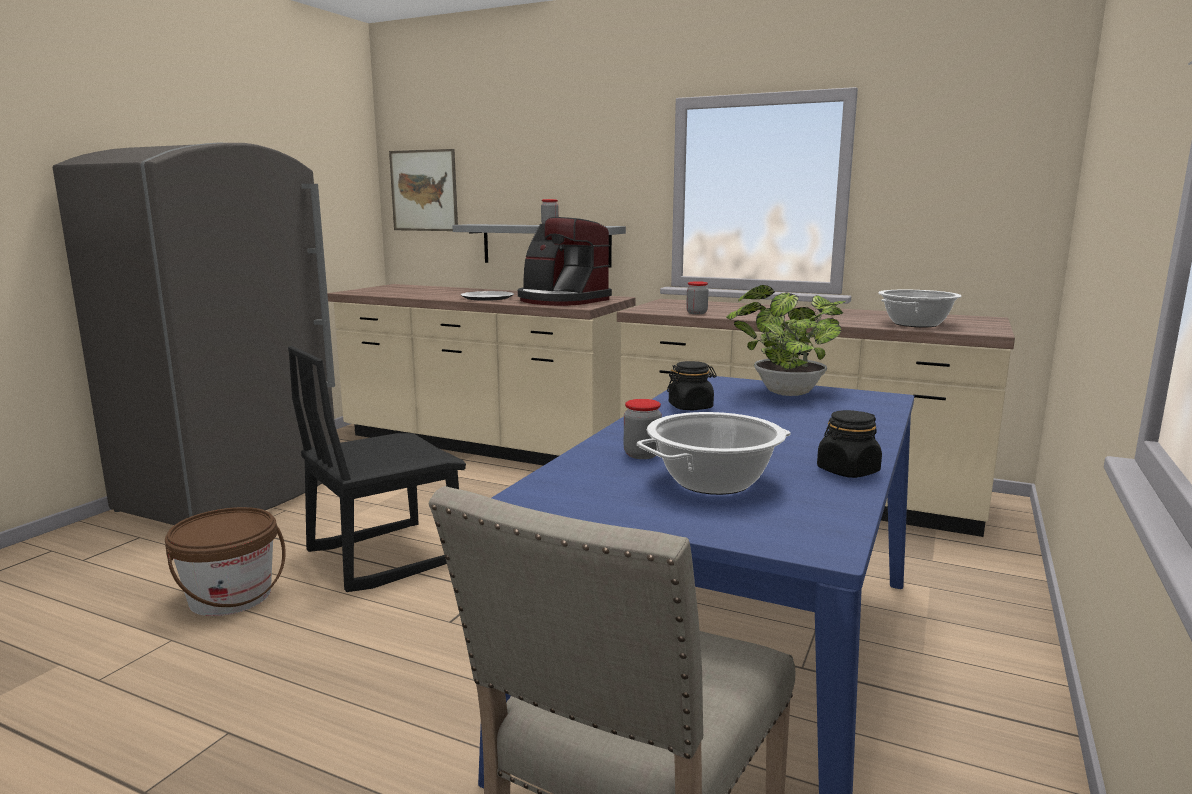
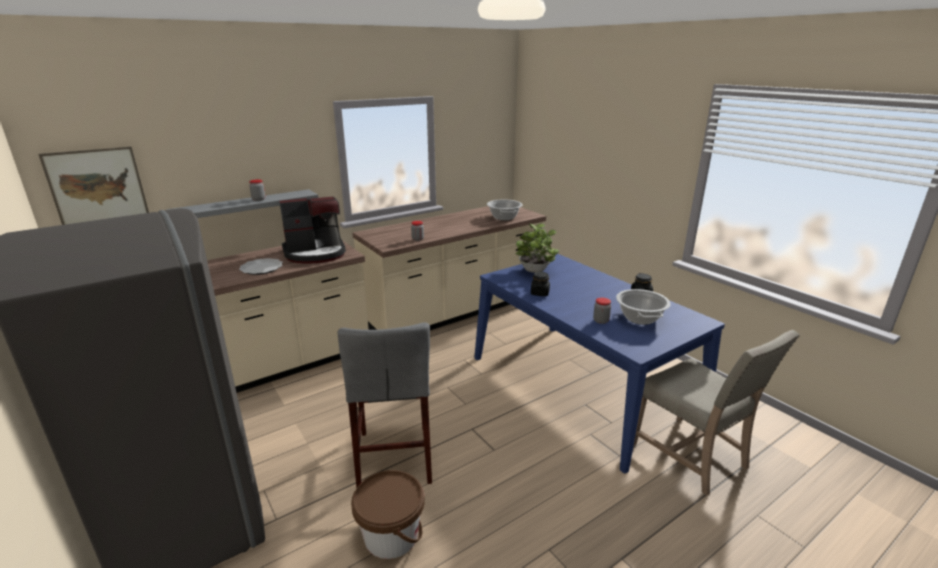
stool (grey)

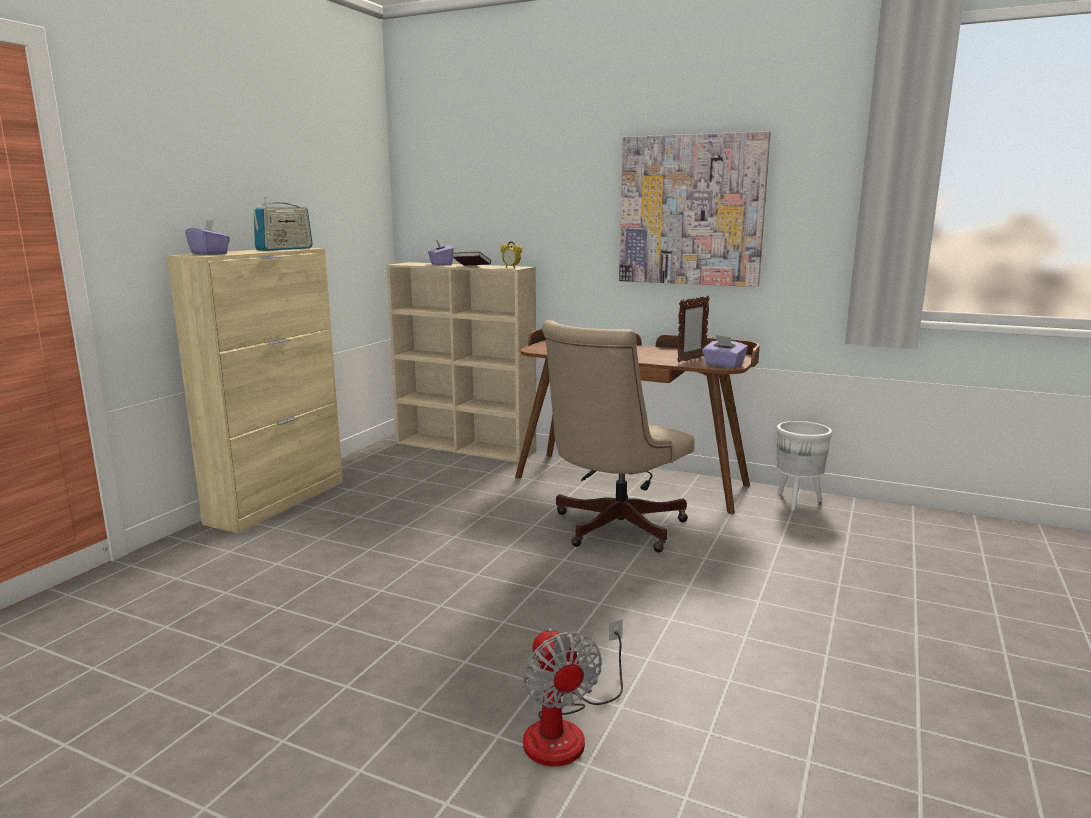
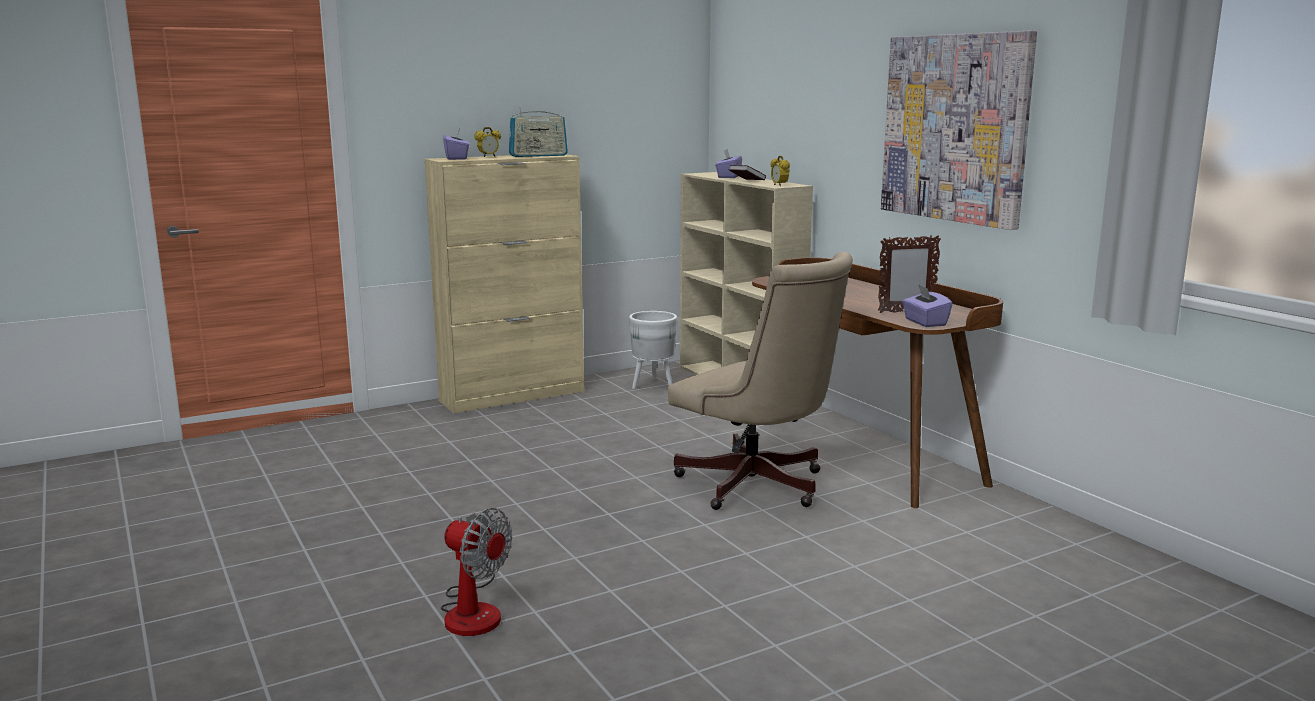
fan
alarm clock (no. 1 from left)
planter (white)
office chair (beige)

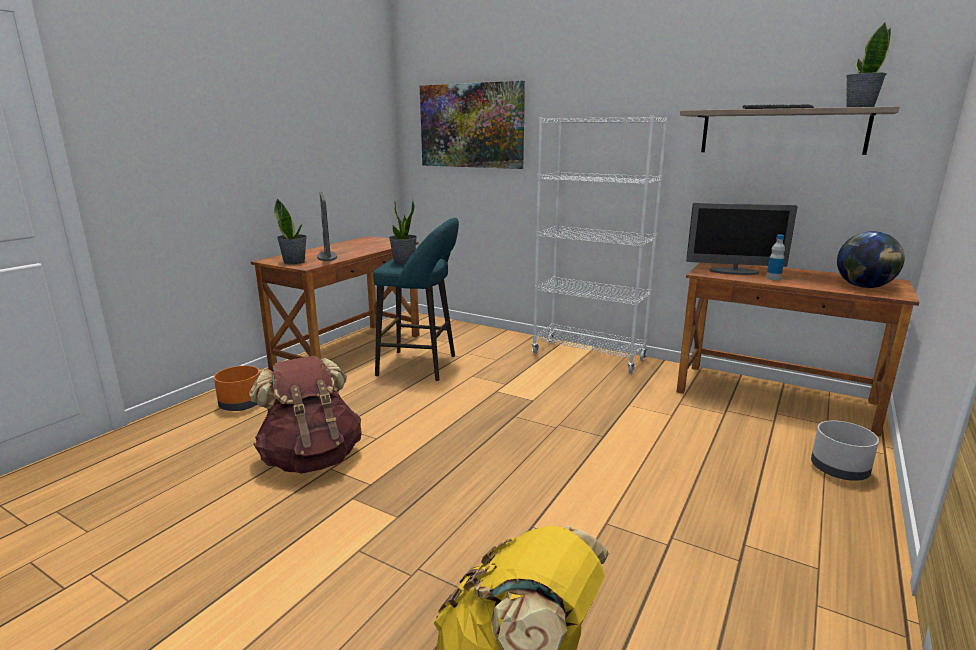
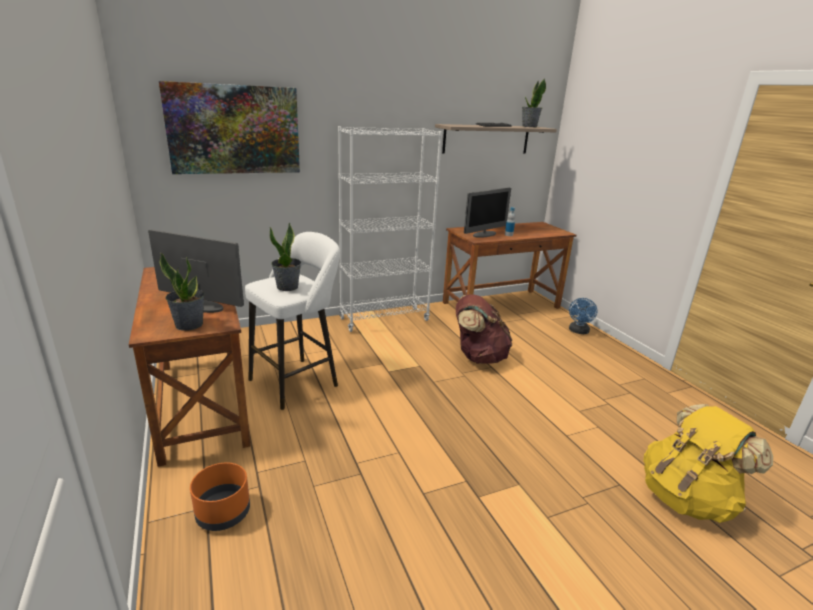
stool (white)
backpack (brown)
fan (blue)
globe

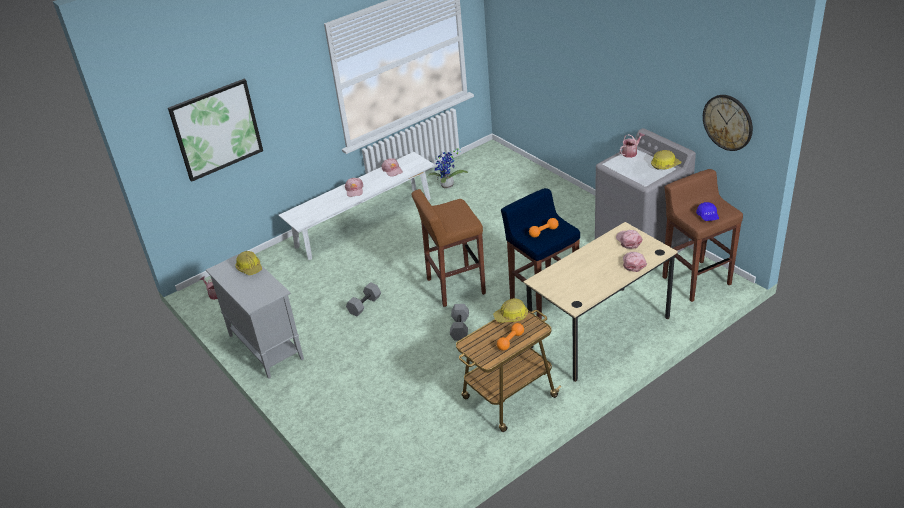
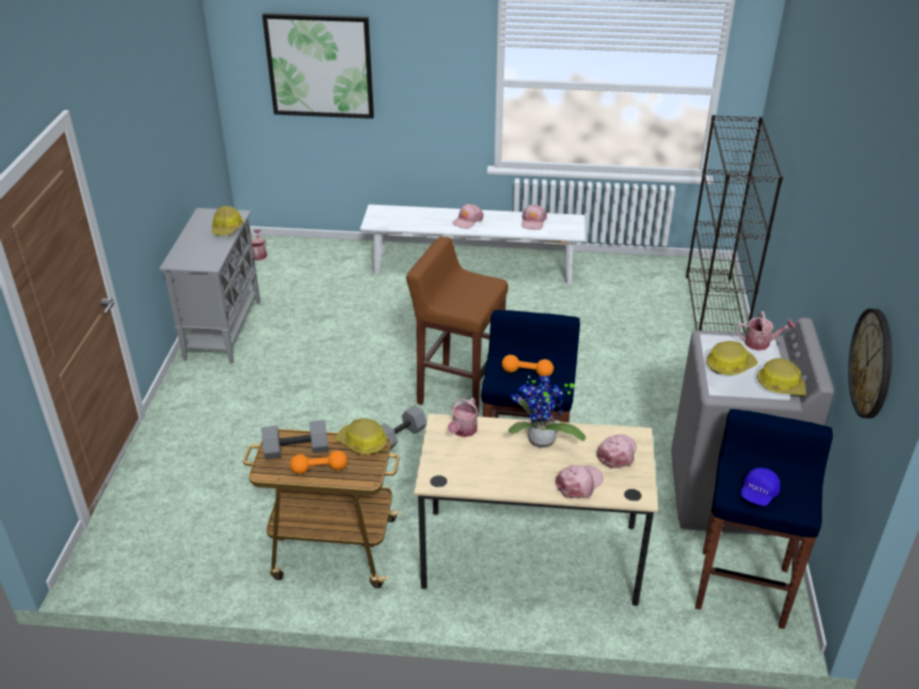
dumbbell (grey) (no. 1 from left)
watering can (no. 2 from left)
potted plant
bookcase (black)
stool (blue) (no. 2 from left)
hard hat (no. 3 from left)

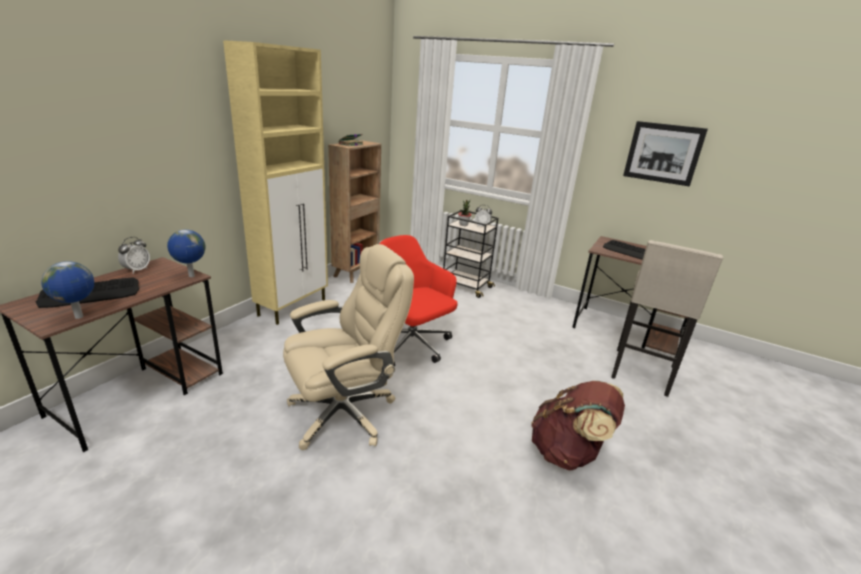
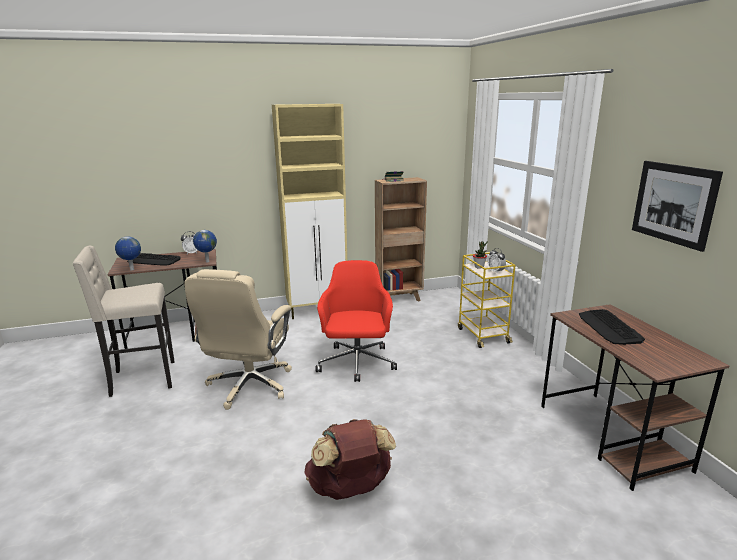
stool (beige)
office chair (beige)
cart (yellow)

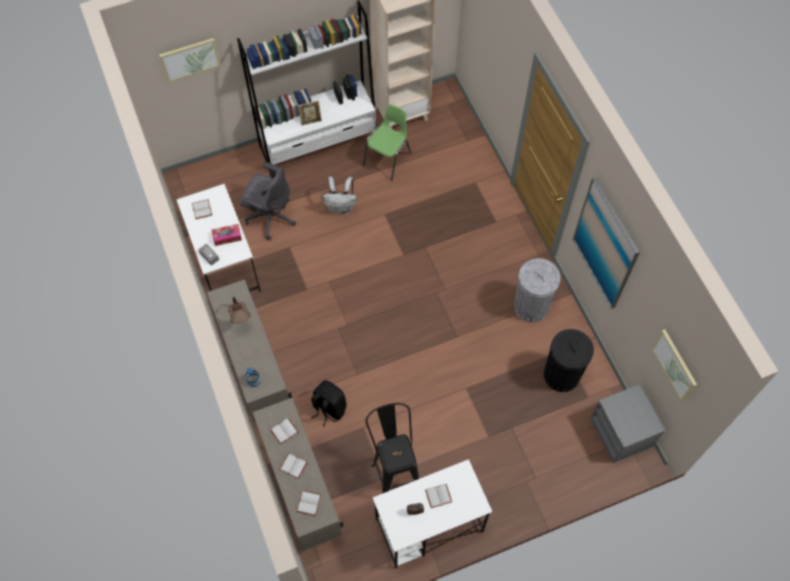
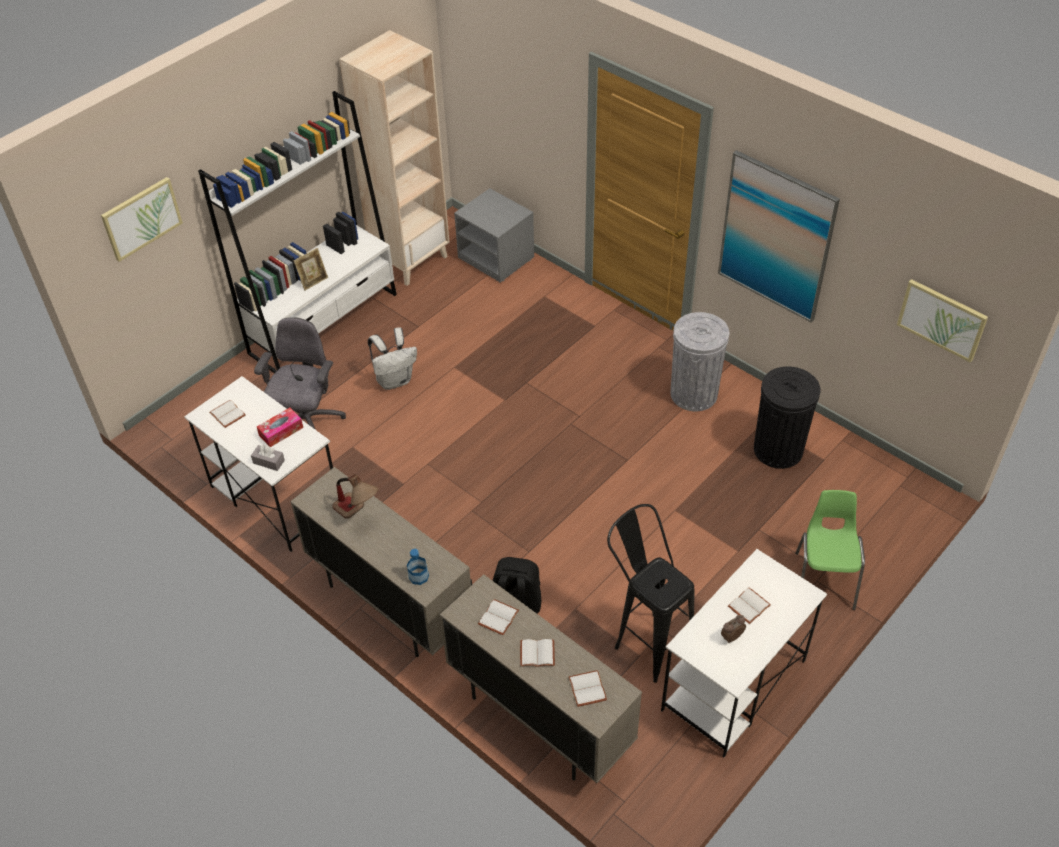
office chair (grey)
nightstand (grey)
chair (green)

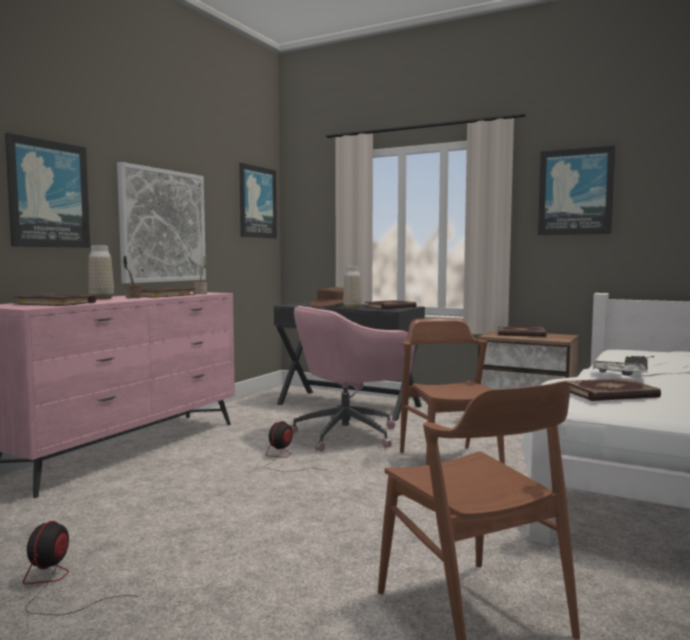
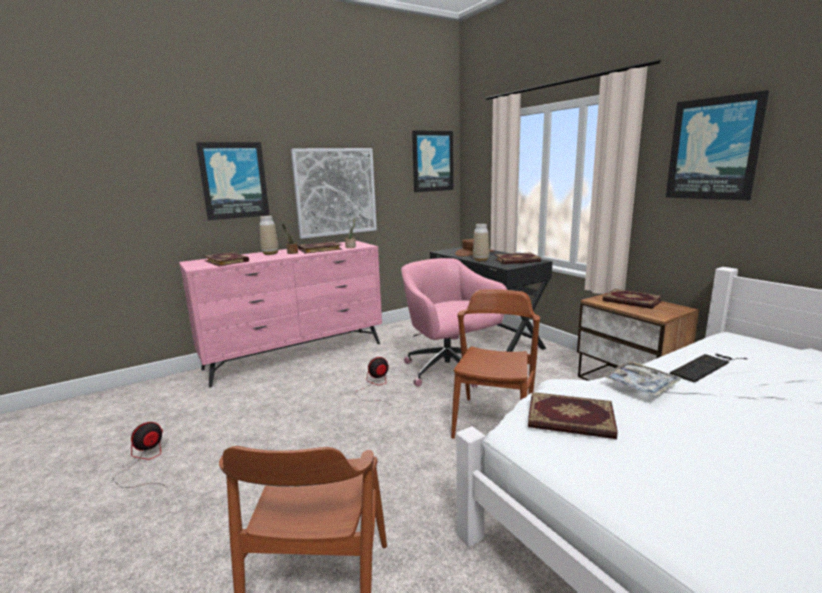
office chair (pink)

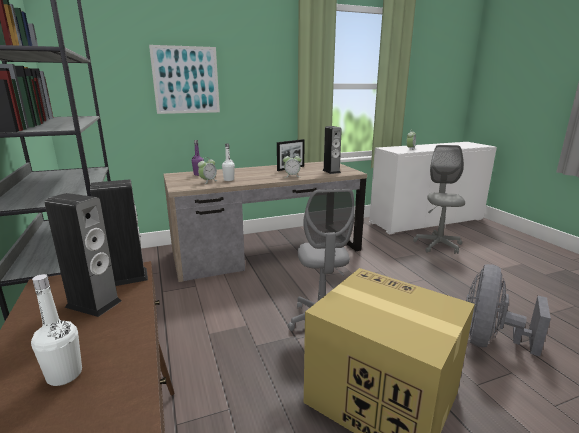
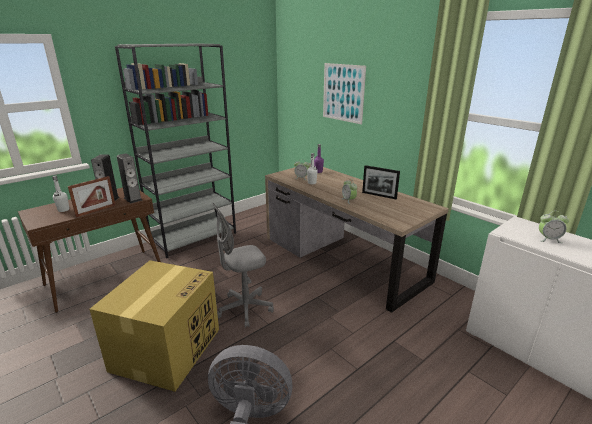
picture frame (no. 1 from left)
speaker (no. 3 from left in the first image)
office chair (grey) (no. 2 from left in the first image)

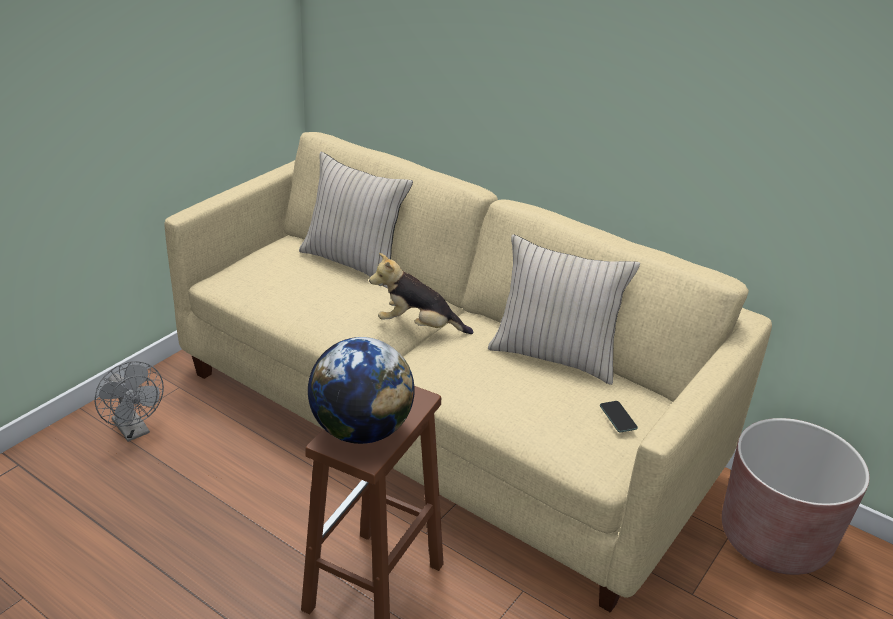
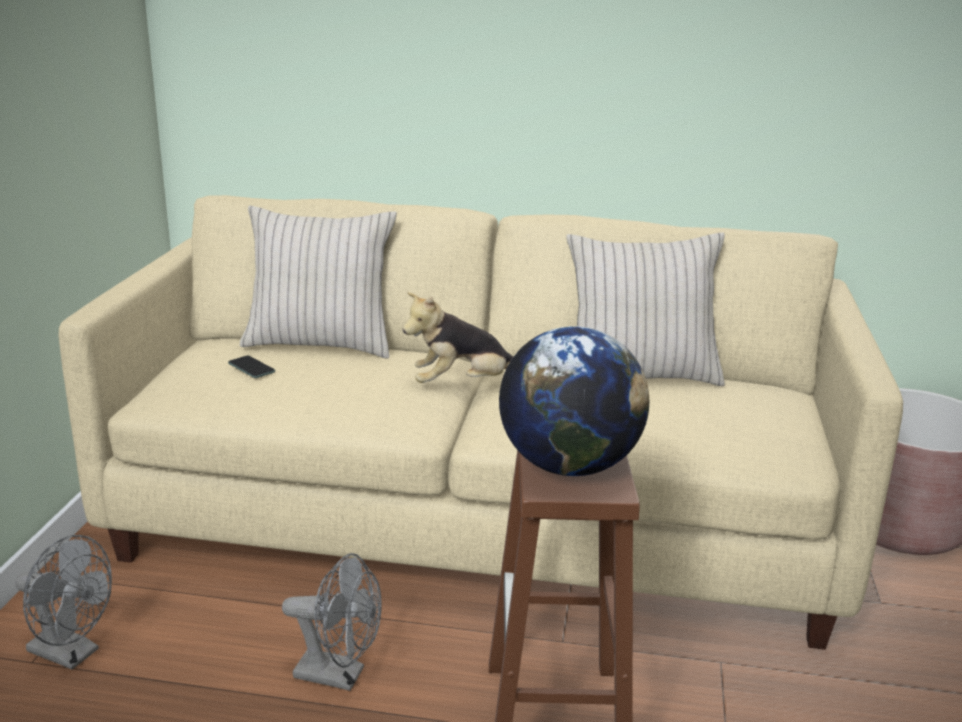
phone
fan (grey) (no. 2 from left)

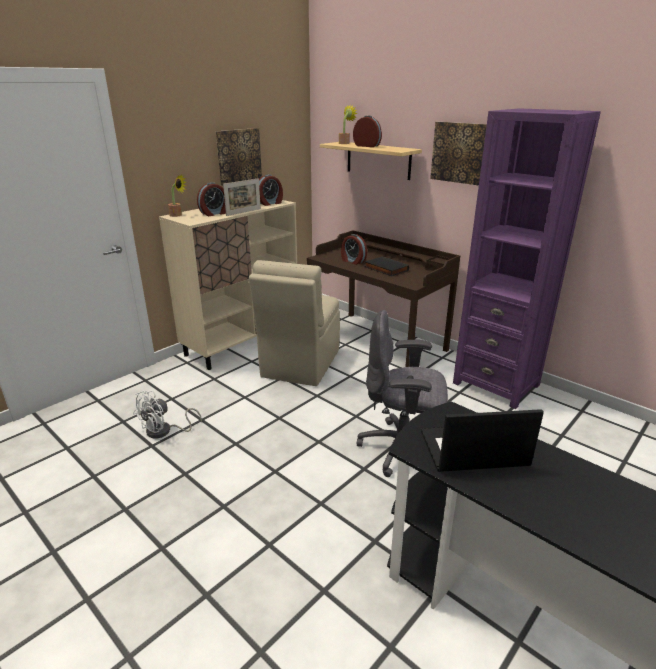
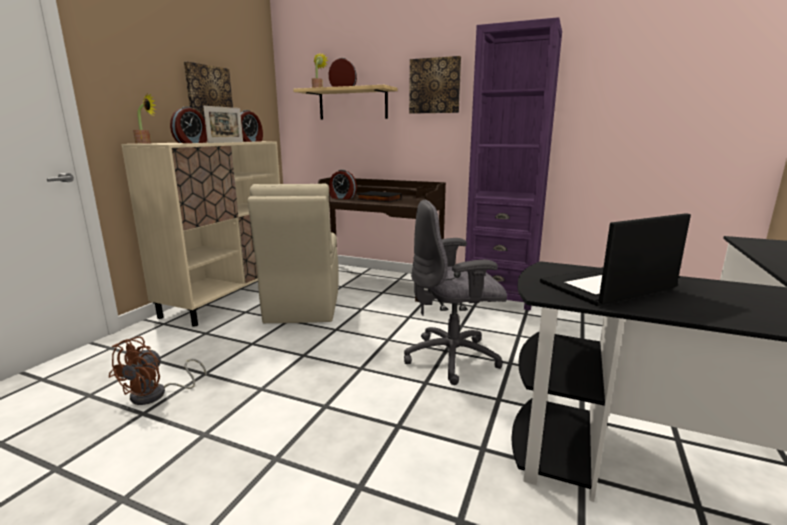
fan (brown)

